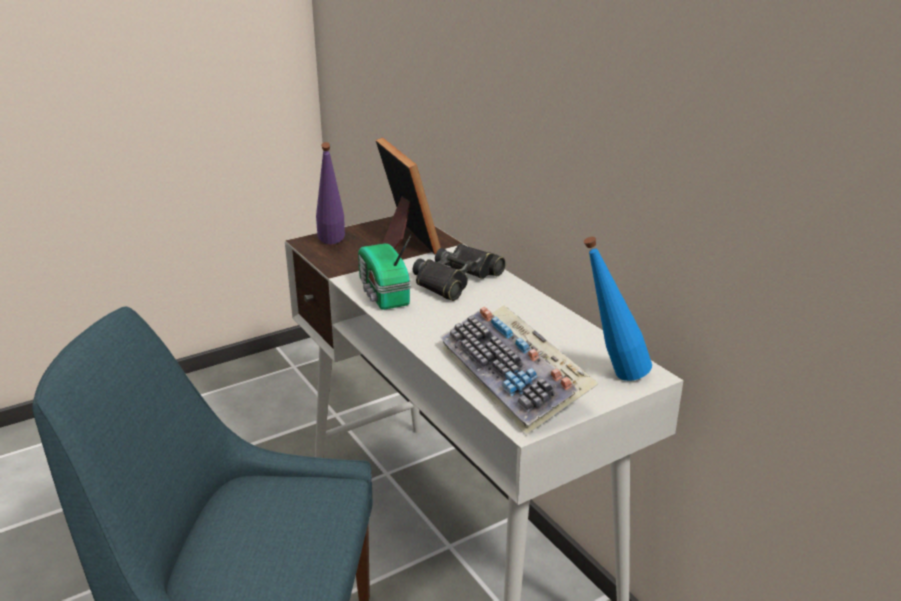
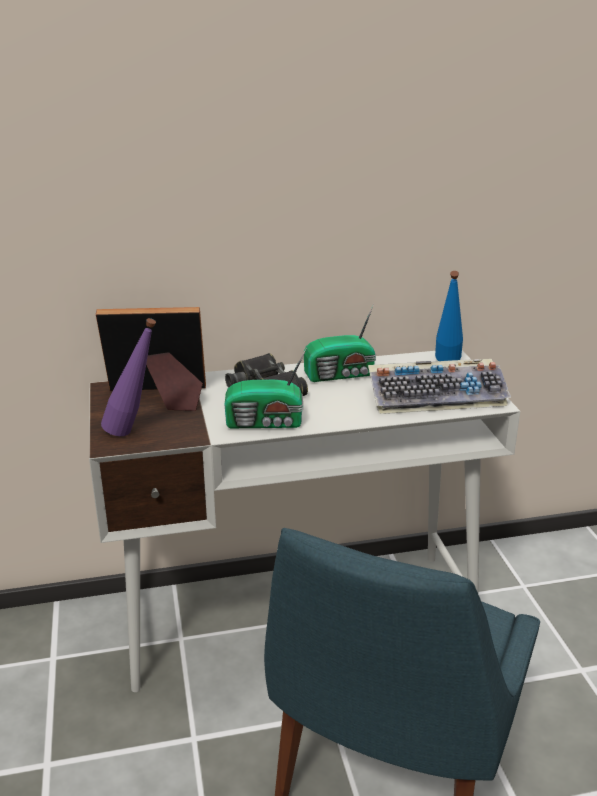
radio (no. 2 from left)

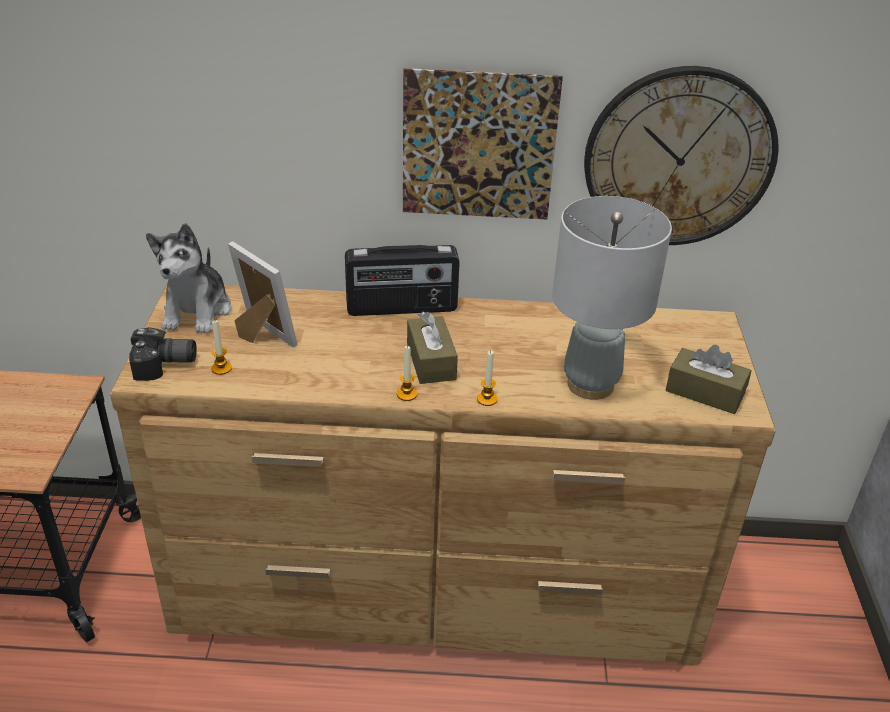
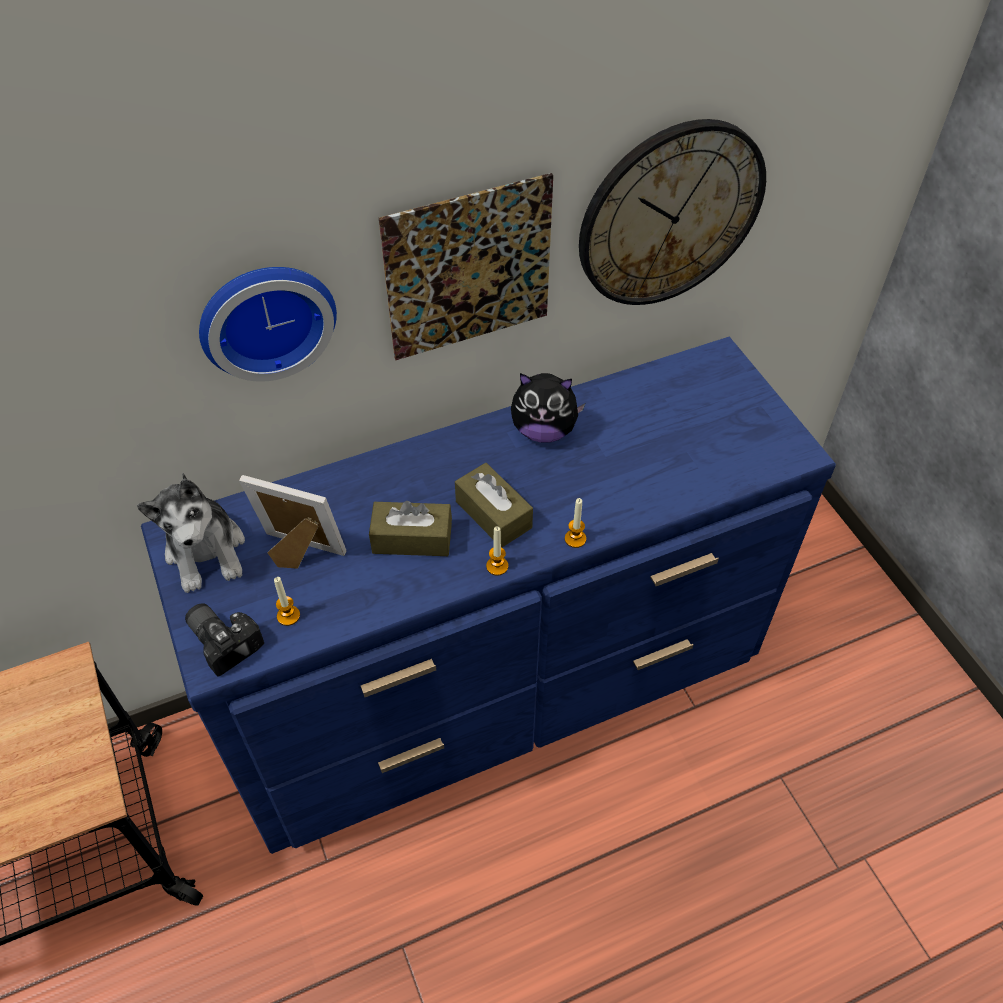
dresser (blue)
photo camera
wall clock (no. 1 from left)
tissue box (brown) (no. 1 from left)
plush toy (no. 2 from left)
radio
table lamp (grey)

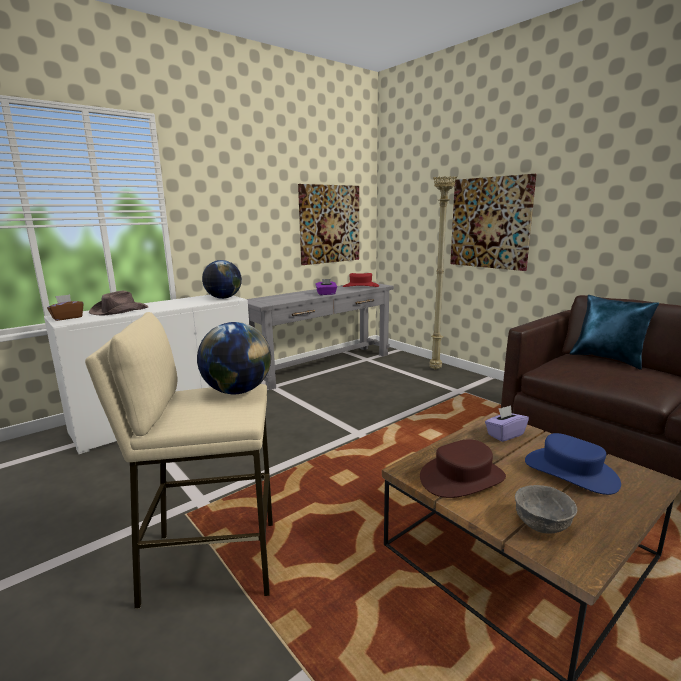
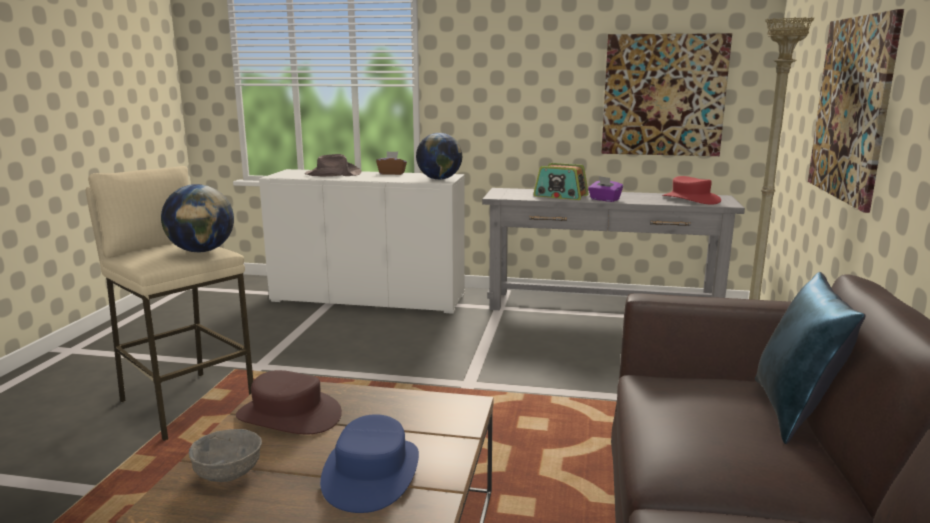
tissue box (brown)
radio
tissue box (purple) (no. 2 from left in the first image)

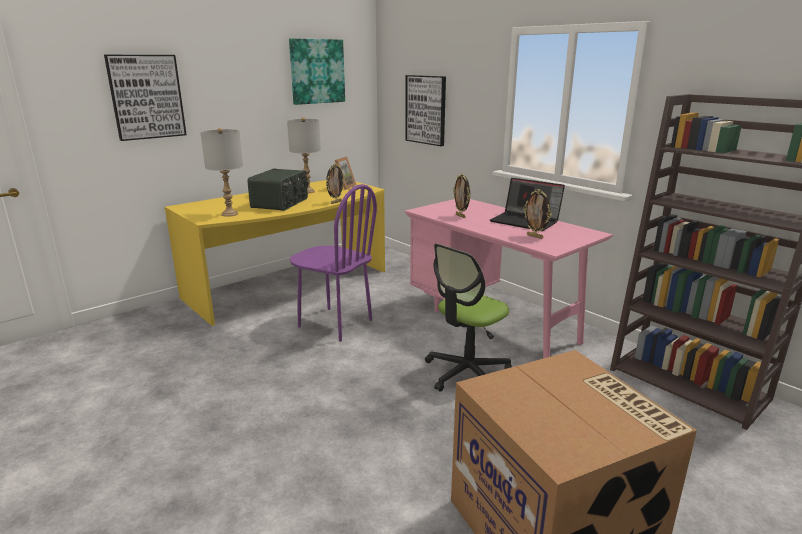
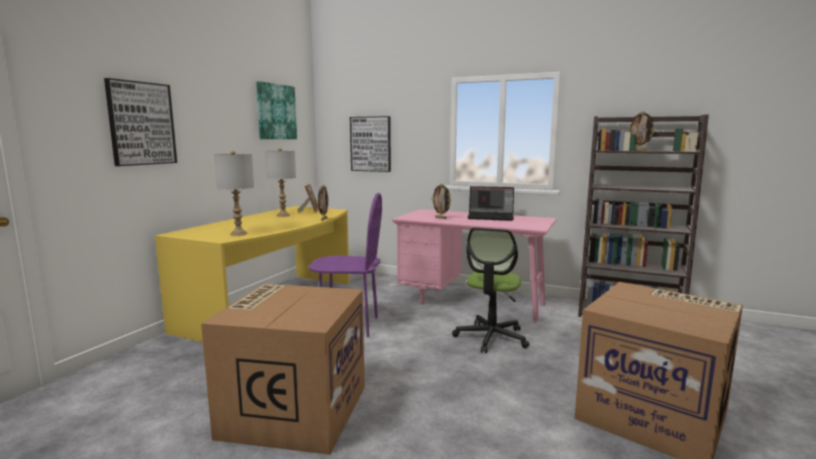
cardboard box (no. 1 from left)
picture frame (no. 4 from left)
radio

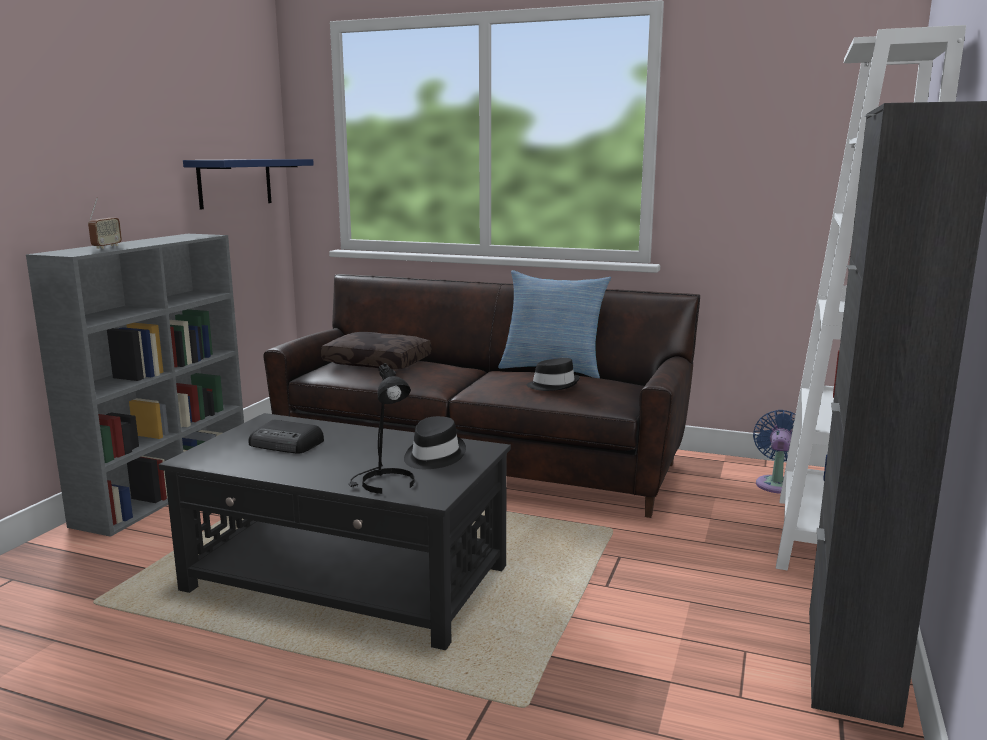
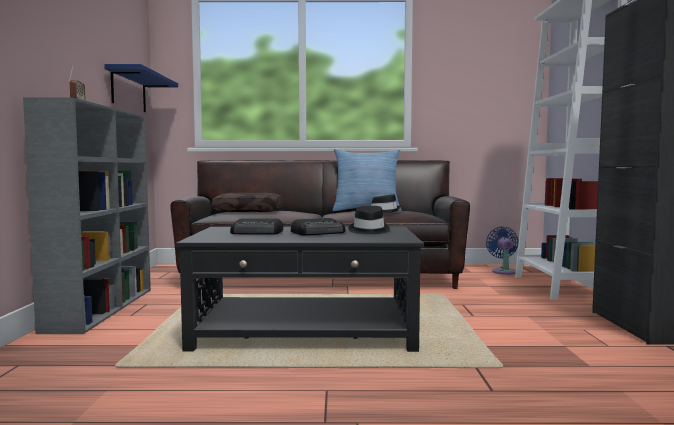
radio (no. 3 from left)
table lamp (black)

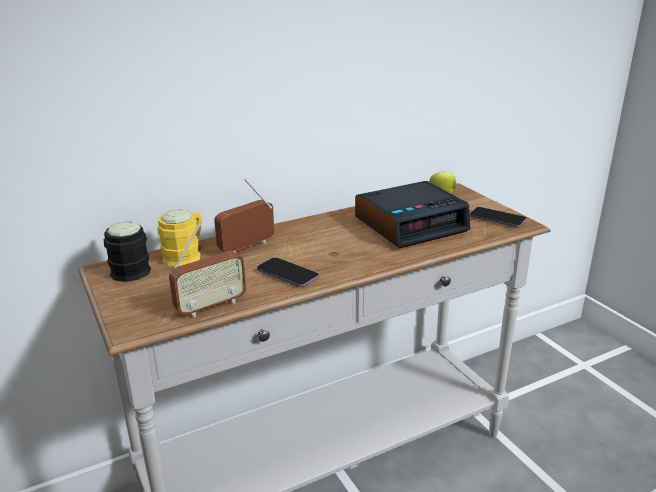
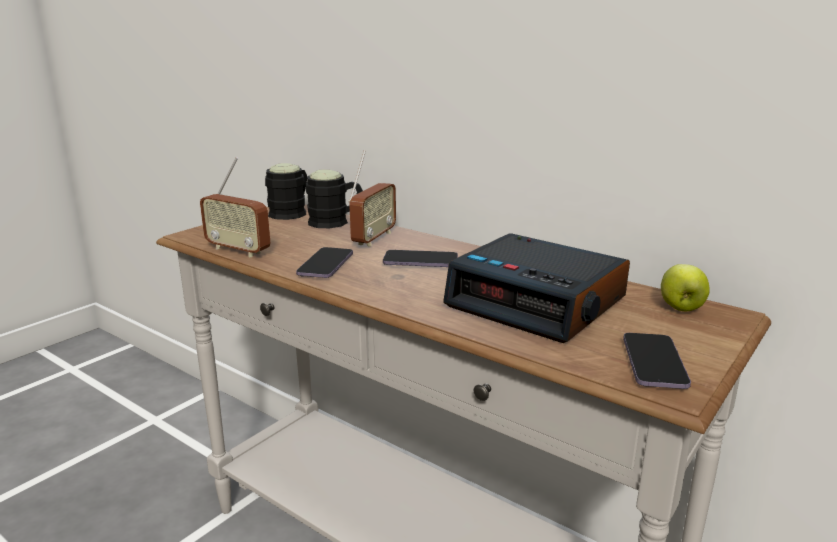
mug (black) (no. 2 from left)
radio (no. 2 from left)
phone (no. 2 from left)

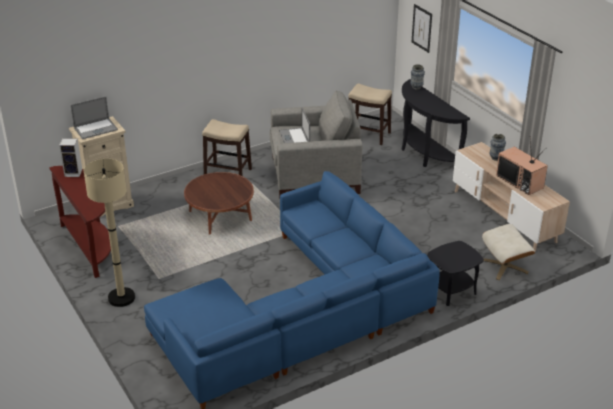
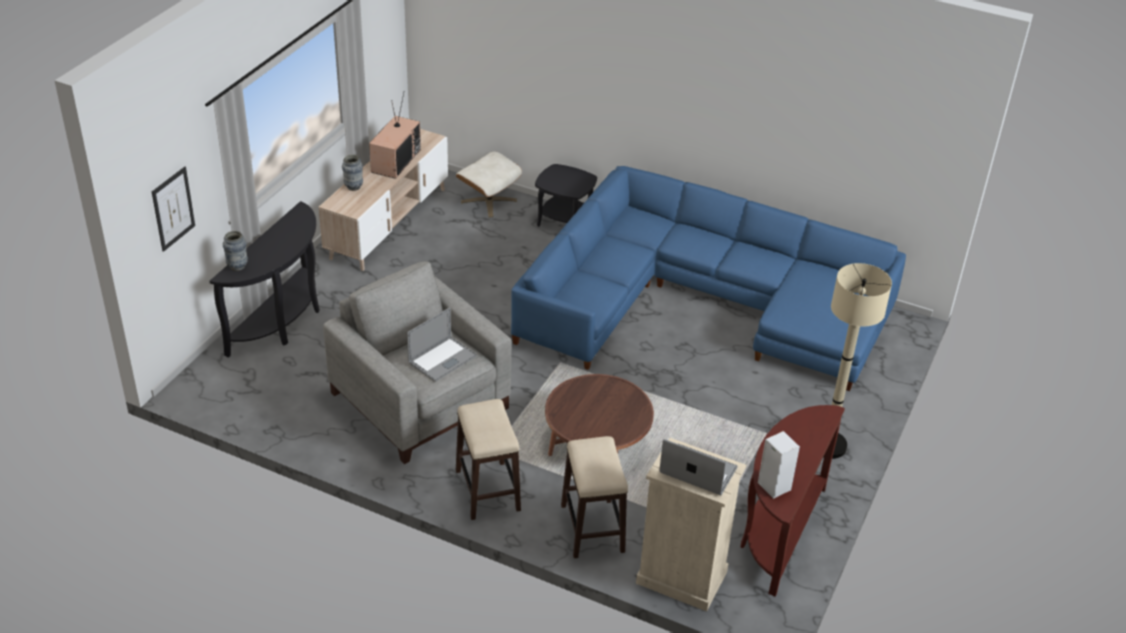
stool (no. 2 from left)

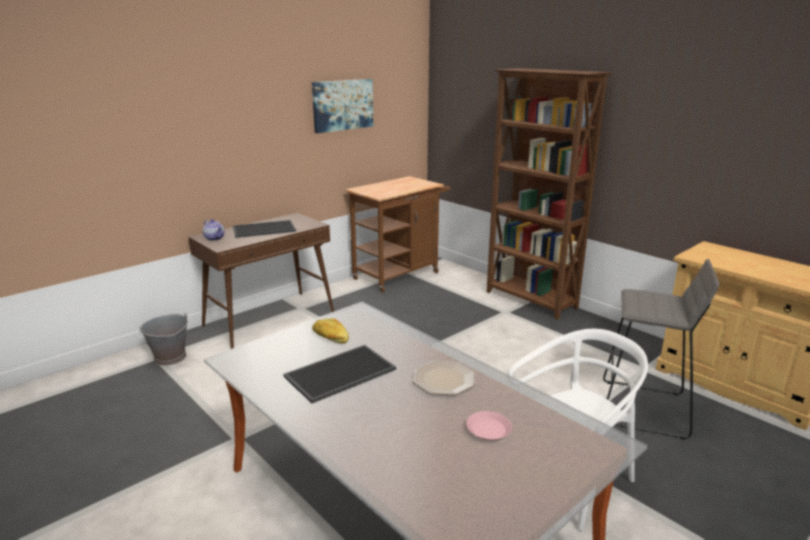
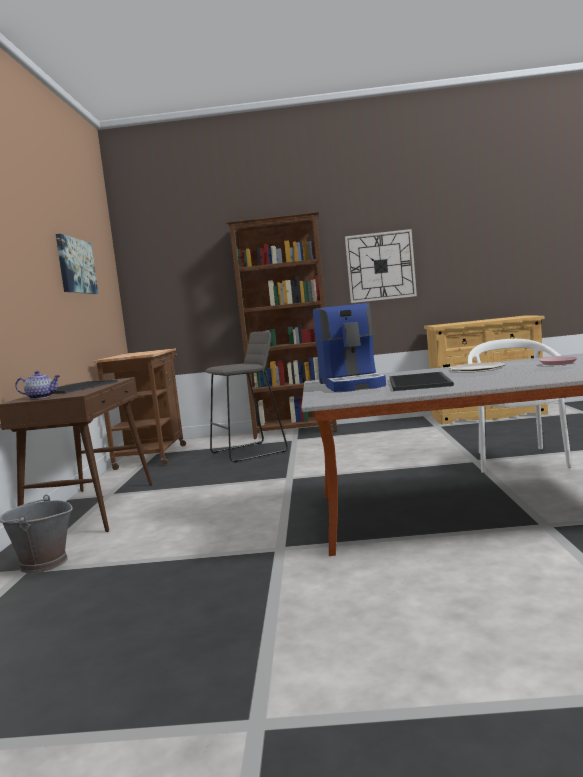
stool (grey)
coffee machine
wall clock

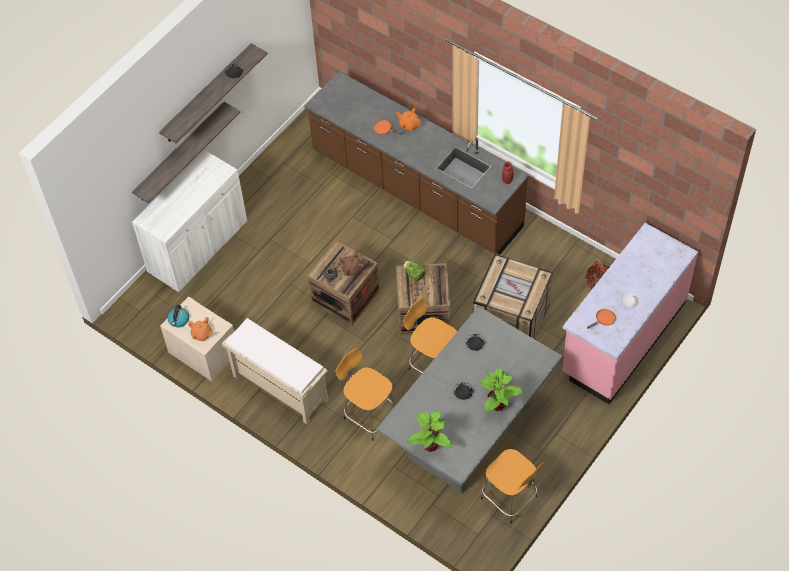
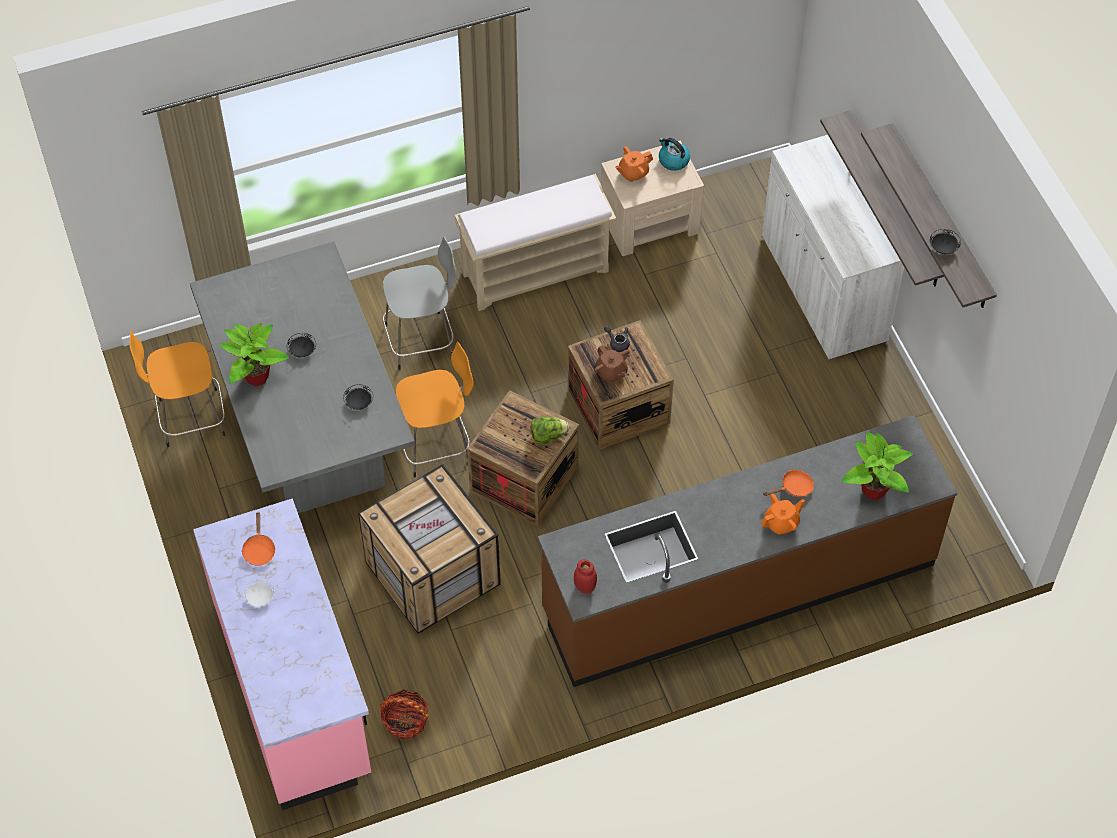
stool (grey)
potted plant (no. 2 from left)

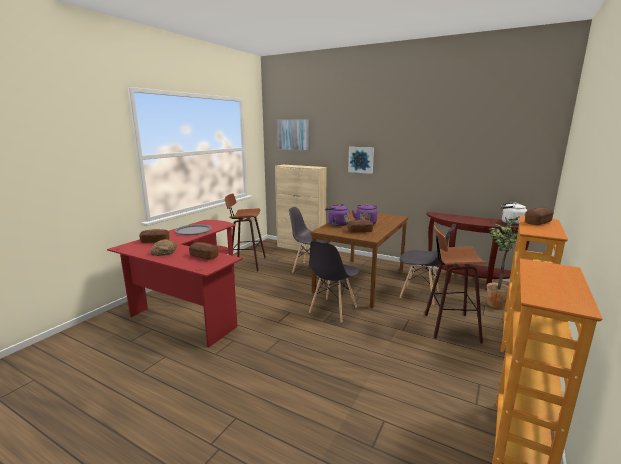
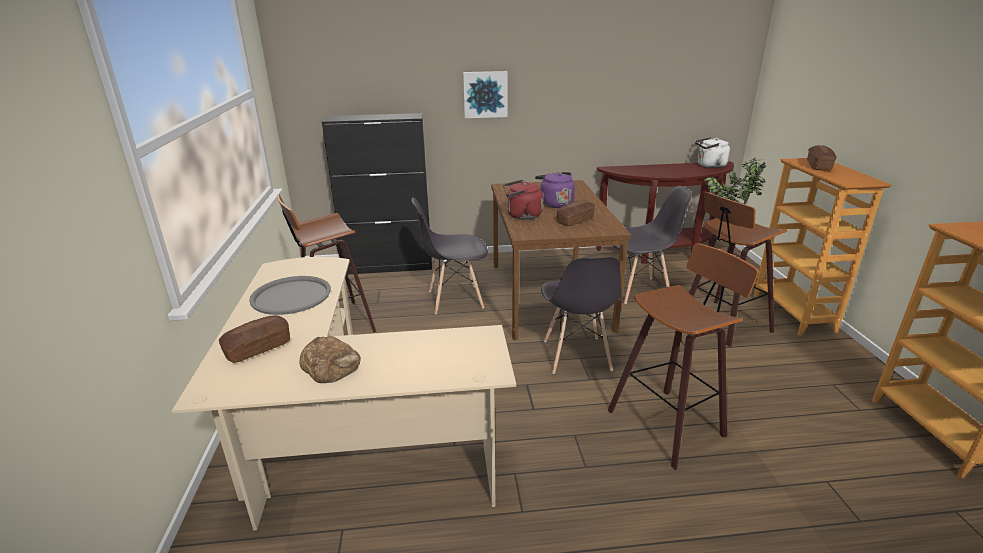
desk (beige)
cabinet (black)
kettle (red)
stool (no. 2 from left)
bread (no. 3 from left in the first image)
picture (no. 1 from left in the first image)

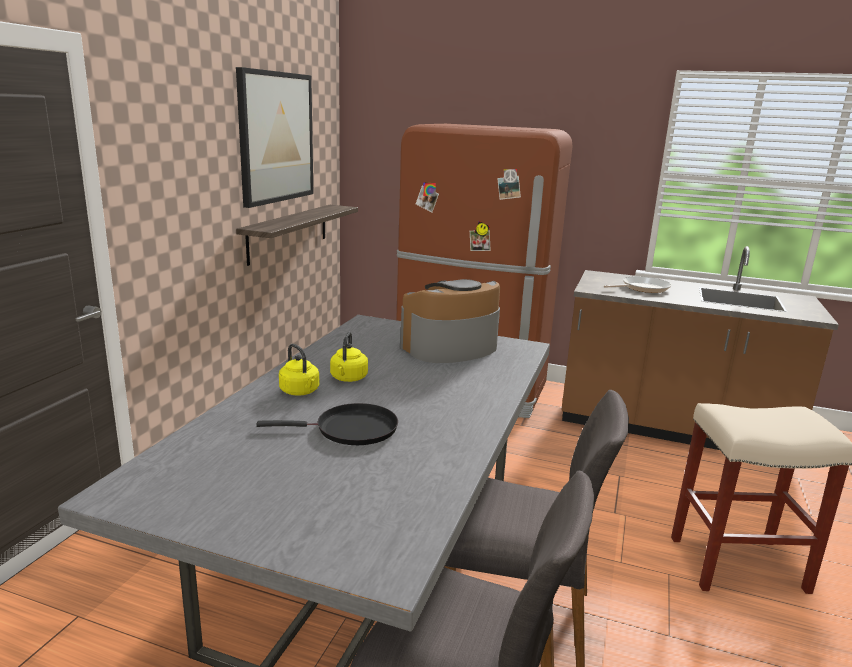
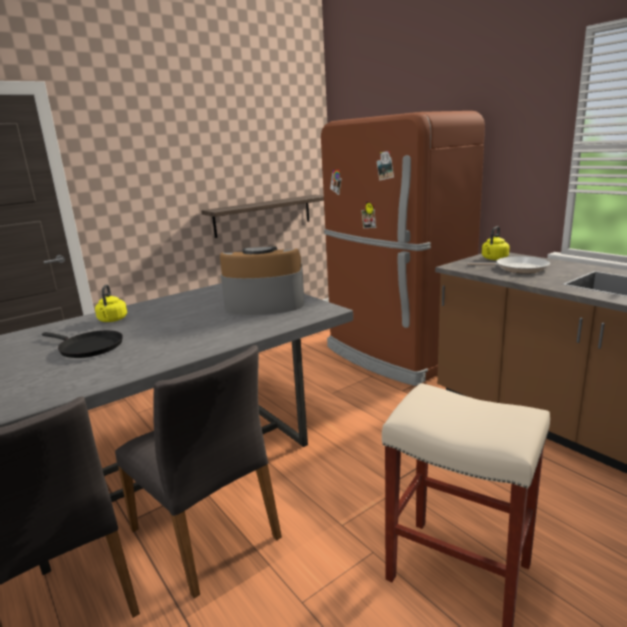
kettle (yellow) (no. 2 from left)
picture

